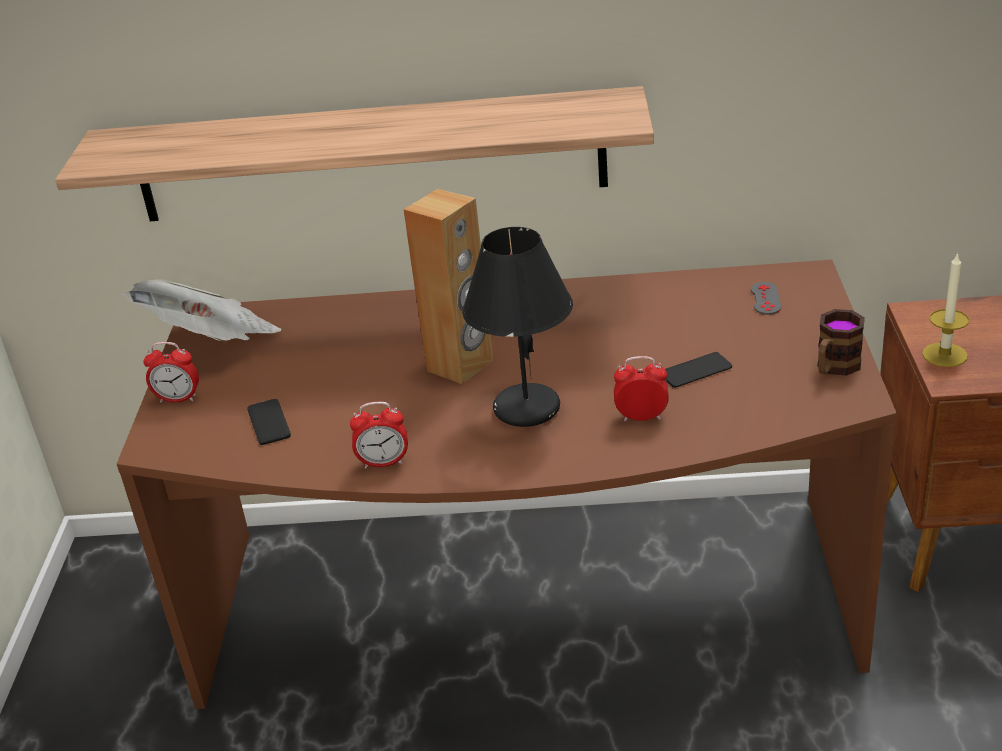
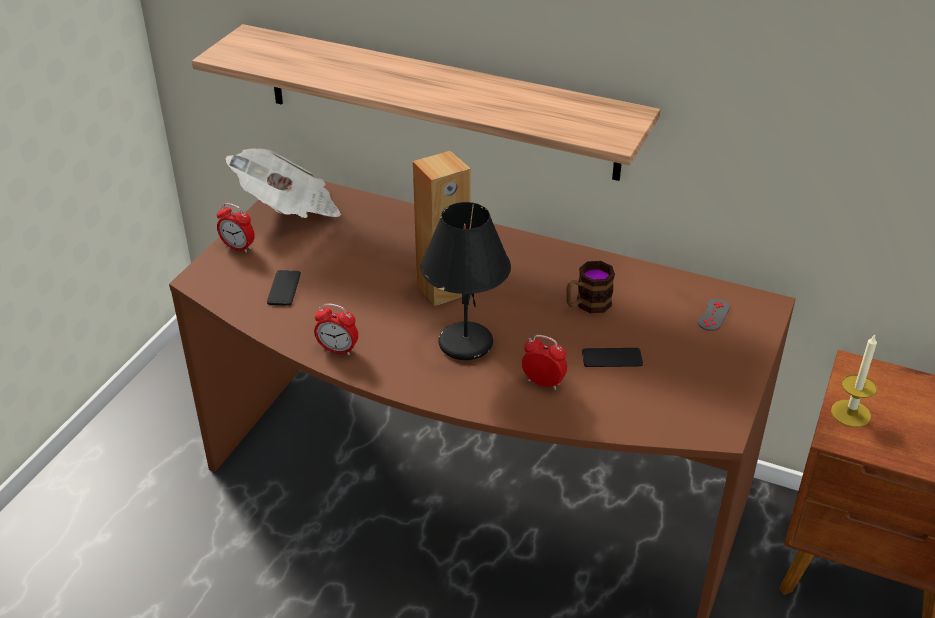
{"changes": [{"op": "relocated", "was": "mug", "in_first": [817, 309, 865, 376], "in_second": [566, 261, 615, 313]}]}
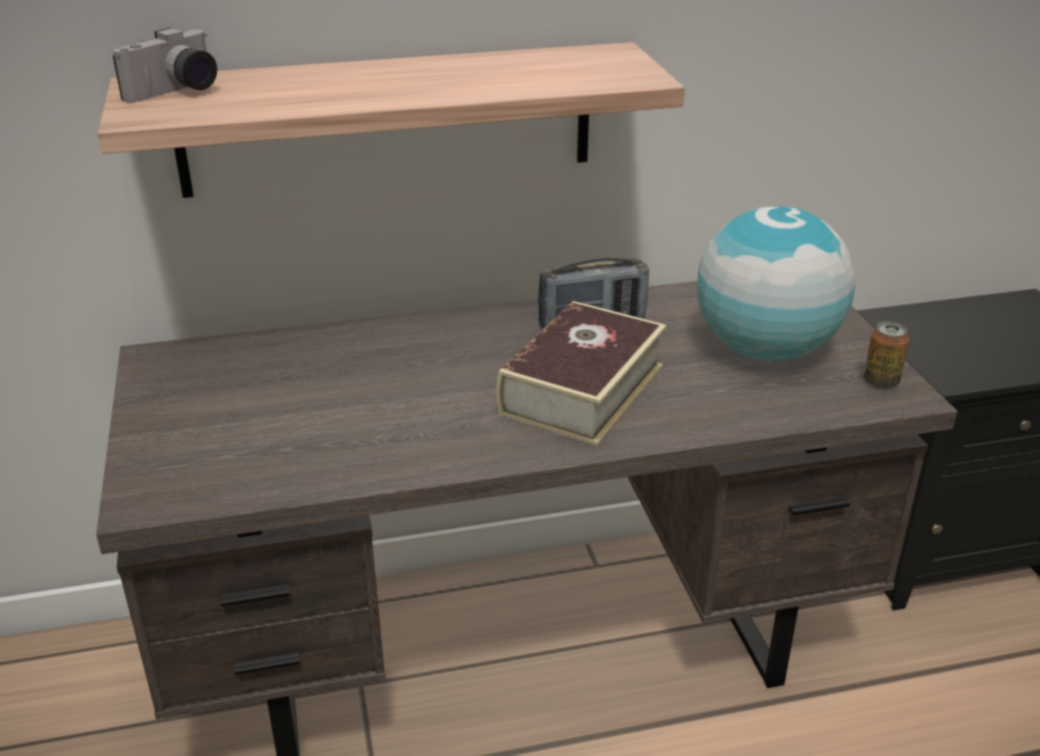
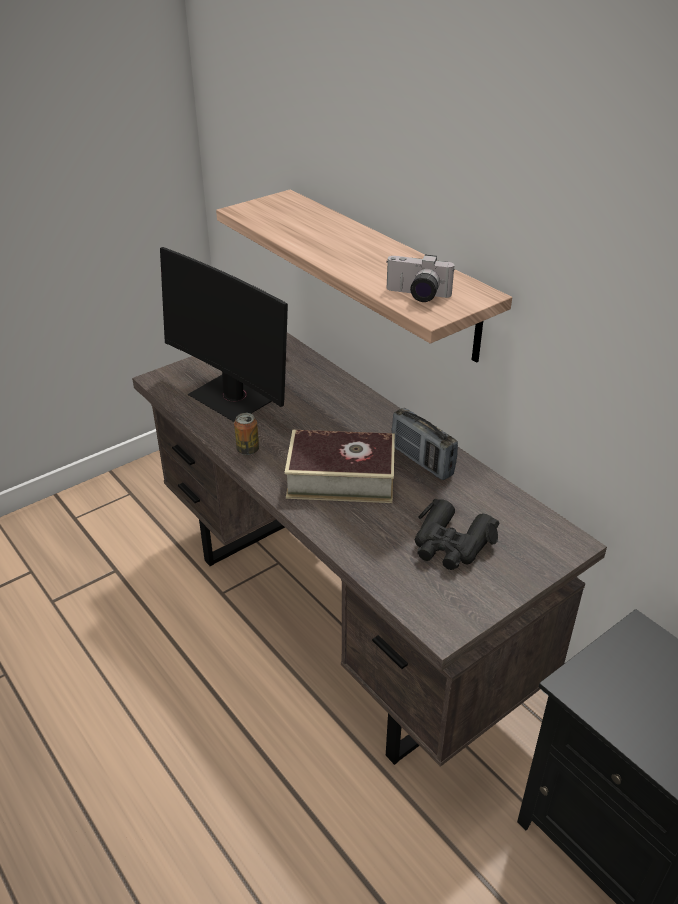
{"changes": [{"op": "appeared", "now": "monitor", "in_second": [160, 247, 288, 422]}, {"op": "relocated", "was": "can", "in_first": [864, 321, 909, 389], "in_second": [234, 413, 259, 455]}, {"op": "relocated", "was": "photo camera", "in_first": [113, 28, 217, 103], "in_second": [386, 255, 455, 302]}, {"op": "exchanged", "was": "globe", "now": "binoculars in black", "in_first": [697, 206, 855, 361], "in_second": [415, 499, 499, 570]}]}
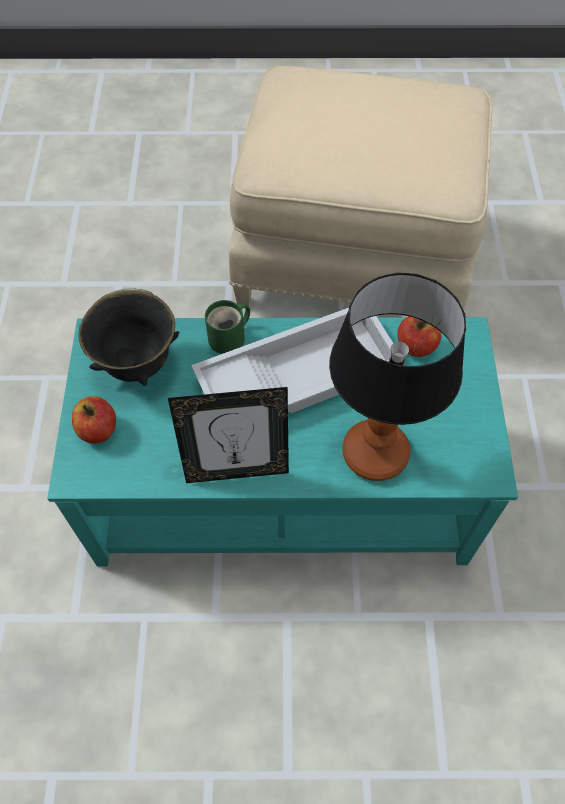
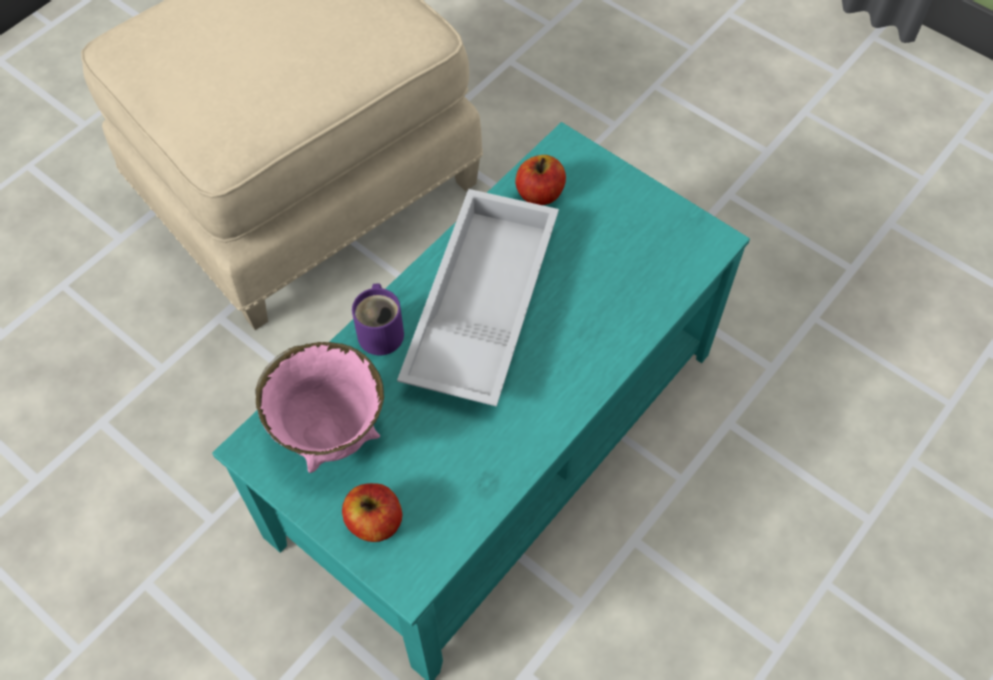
{"changes": [{"op": "colour", "was": "bowl in black", "now": "bowl in pink", "in_first": [79, 289, 180, 386], "in_second": [255, 342, 384, 473]}, {"op": "colour", "was": "mug in green", "now": "mug in purple", "in_first": [205, 300, 250, 354], "in_second": [352, 283, 404, 355]}, {"op": "missing", "was": "picture frame", "in_first": [168, 387, 289, 483]}, {"op": "missing", "was": "table lamp", "in_first": [329, 273, 466, 481]}]}
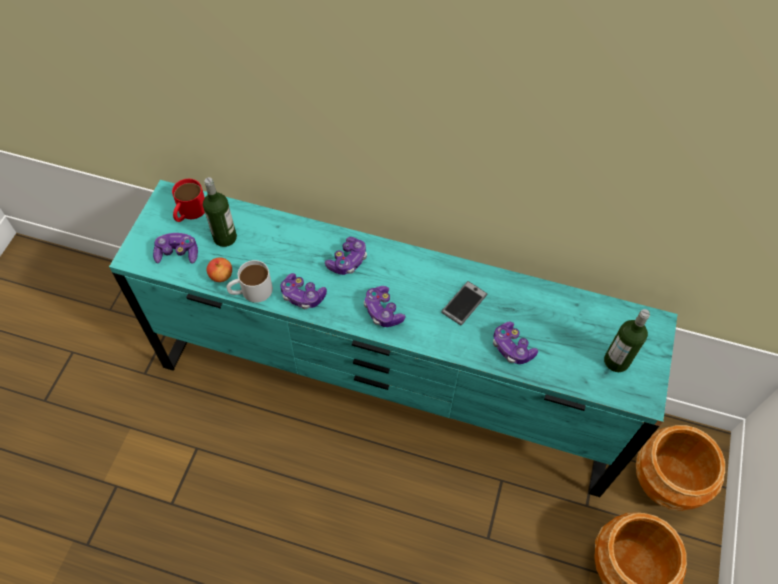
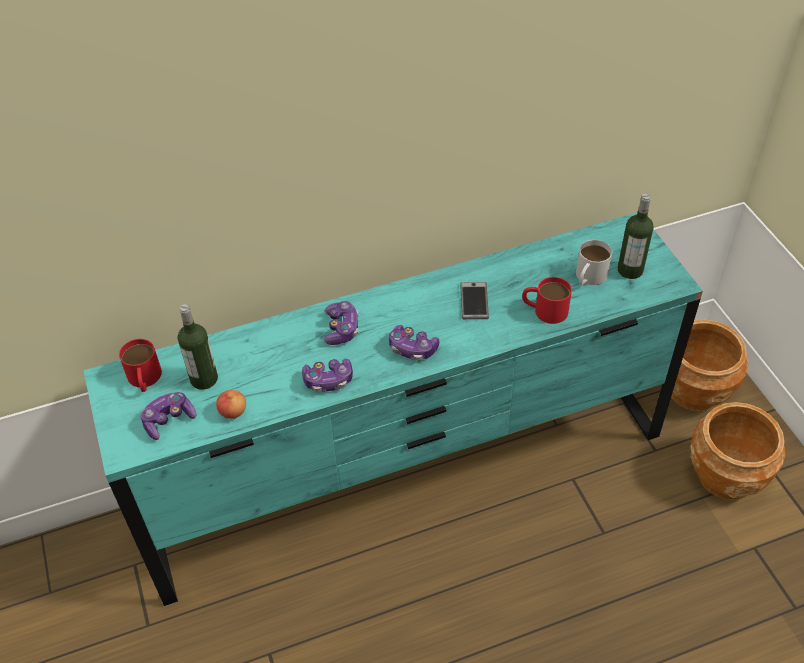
{"changes": [{"op": "exchanged", "was": "game controller", "now": "mug in red", "in_first": [493, 322, 538, 364], "in_second": [522, 277, 572, 324]}, {"op": "relocated", "was": "mug in white", "in_first": [226, 260, 273, 303], "in_second": [576, 240, 612, 286]}]}
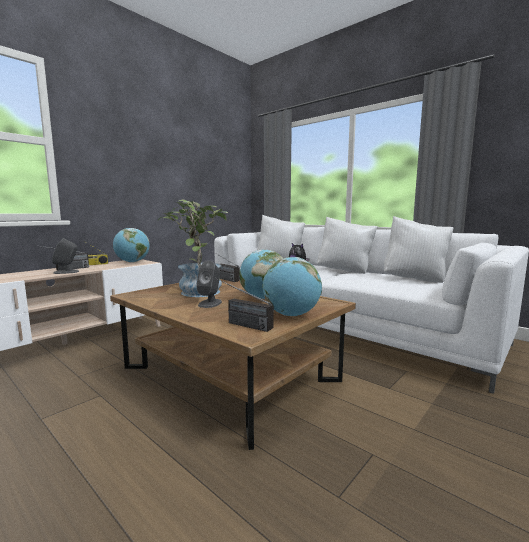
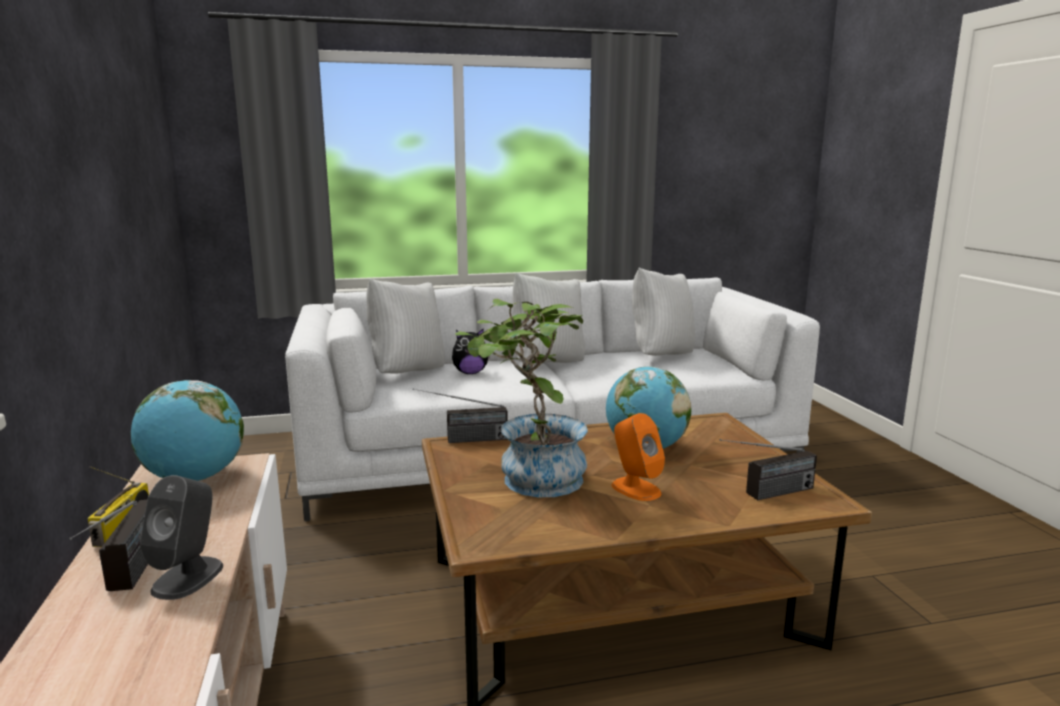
{"changes": [{"op": "colour", "was": "speaker in grey", "now": "speaker in orange", "in_first": [196, 261, 222, 308], "in_second": [612, 413, 665, 501]}, {"op": "missing", "was": "globe", "in_first": [262, 257, 322, 316]}]}
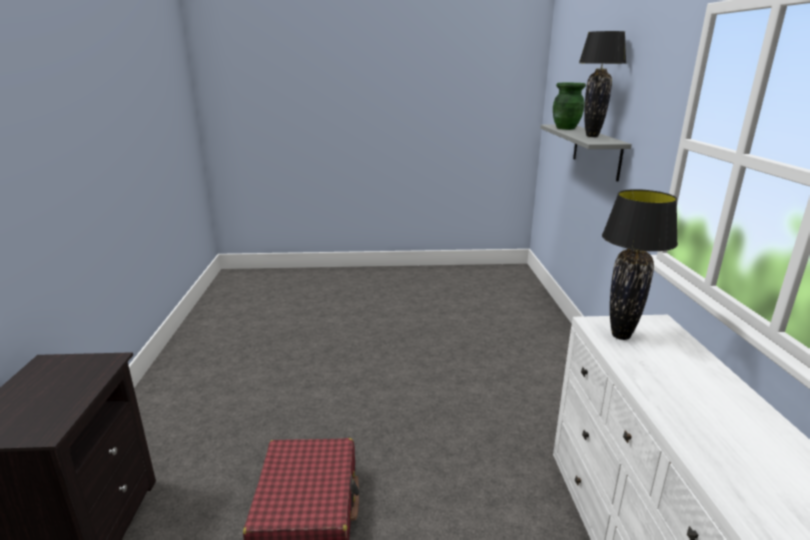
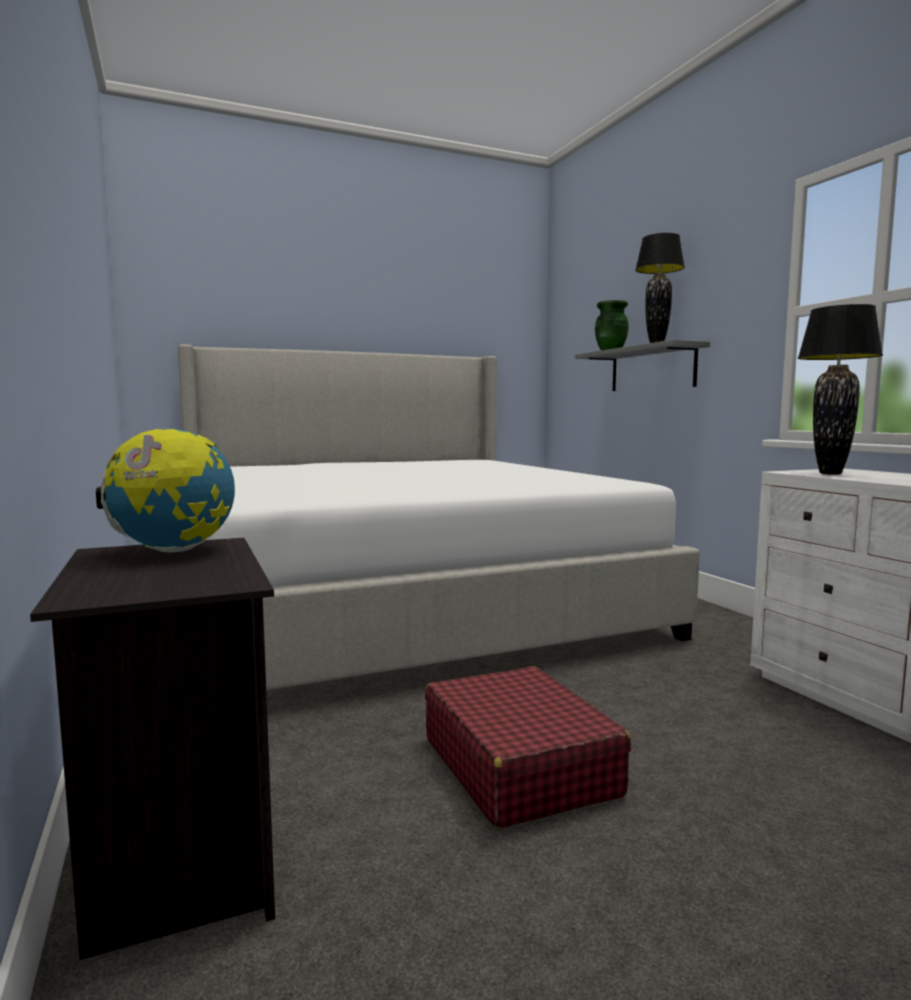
{"changes": [{"op": "appeared", "now": "globe", "in_second": [96, 429, 235, 552]}, {"op": "appeared", "now": "bed", "in_second": [178, 344, 700, 690]}]}
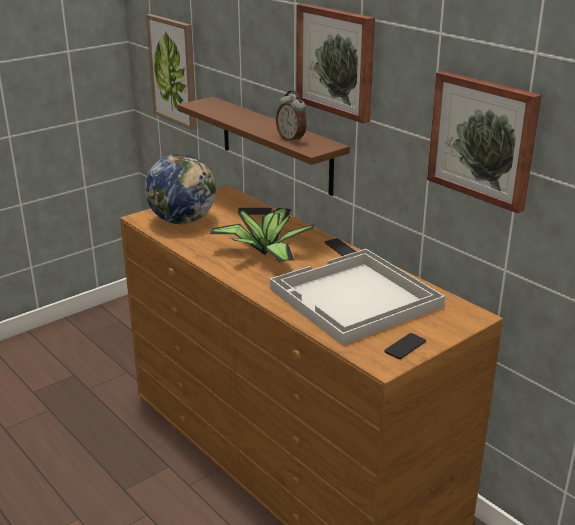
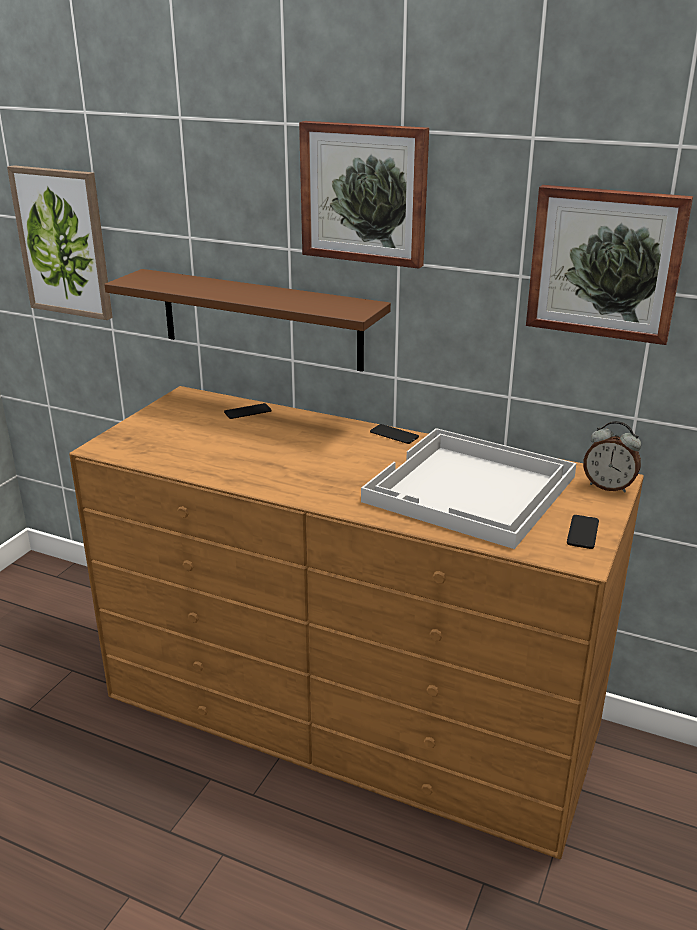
{"changes": [{"op": "relocated", "was": "alarm clock", "in_first": [276, 90, 307, 143], "in_second": [583, 421, 641, 493]}, {"op": "missing", "was": "globe", "in_first": [145, 154, 216, 224]}, {"op": "missing", "was": "potted plant", "in_first": [210, 208, 314, 263]}]}
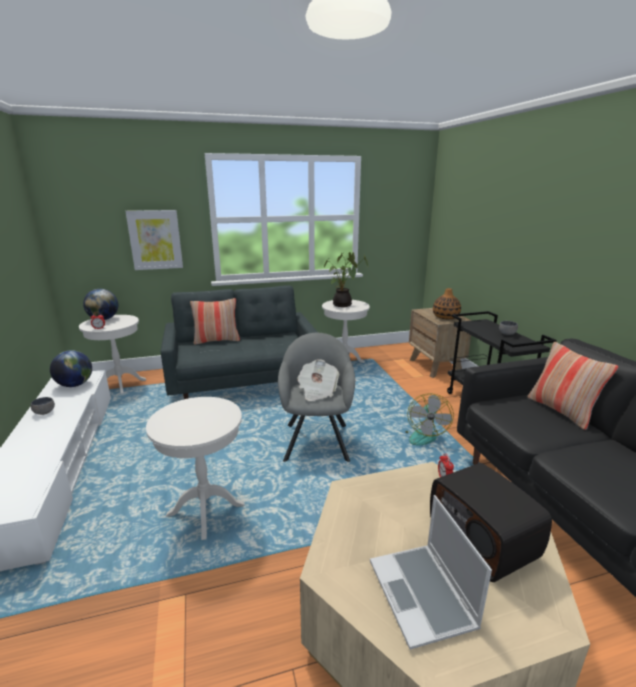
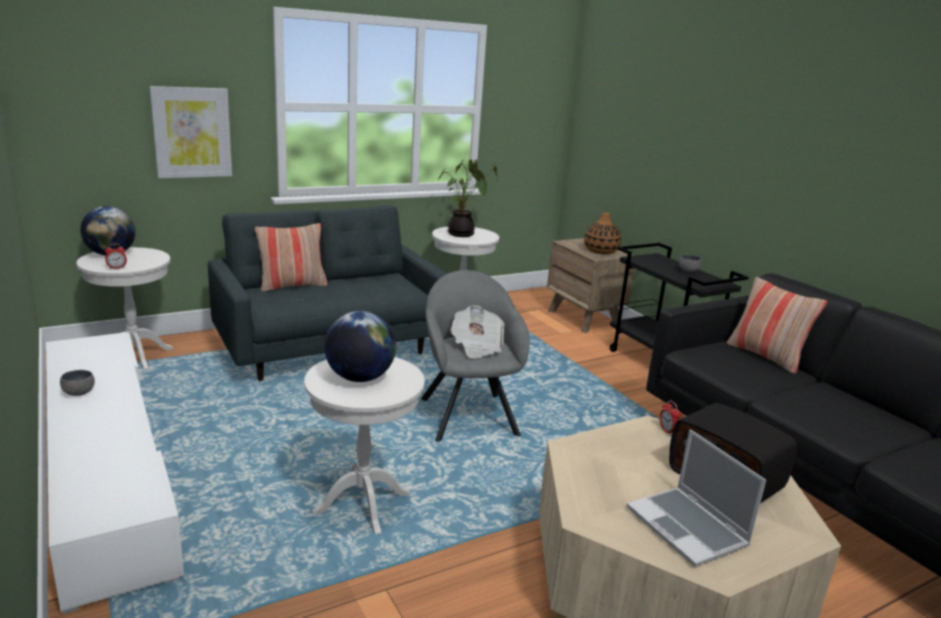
{"changes": [{"op": "relocated", "was": "globe", "in_first": [50, 350, 92, 387], "in_second": [324, 311, 396, 382]}, {"op": "missing", "was": "fan", "in_first": [405, 393, 454, 446]}]}
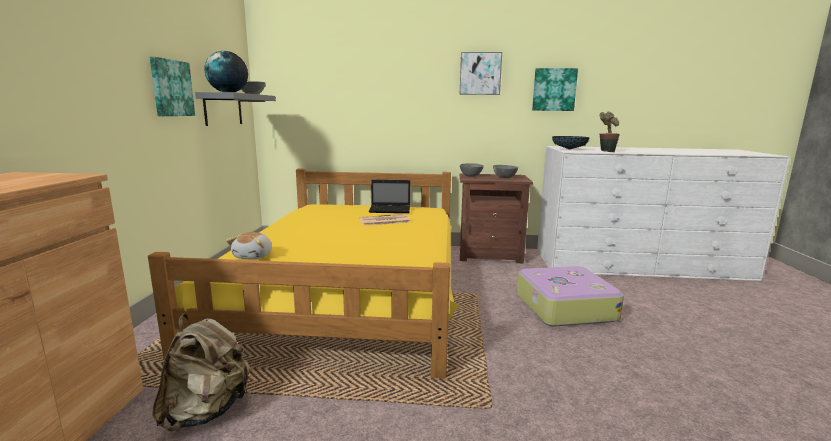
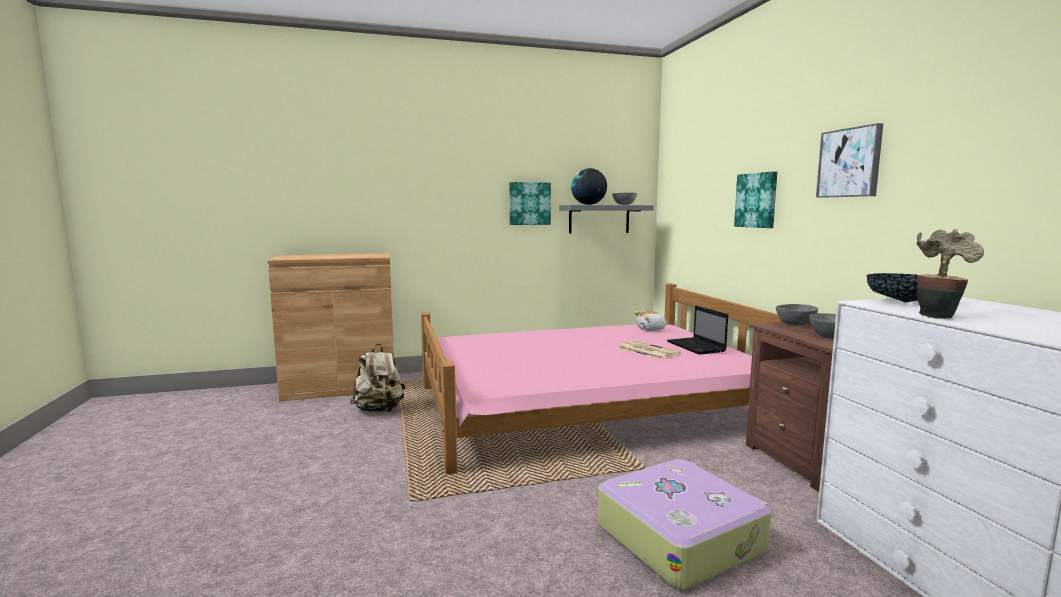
{"changes": [{"op": "colour", "was": "bed in yellow", "now": "bed in pink", "in_first": [148, 169, 459, 379], "in_second": [421, 283, 783, 474]}, {"op": "relocated", "was": "plush toy", "in_first": [226, 232, 272, 260], "in_second": [634, 310, 668, 331]}, {"op": "relocated", "was": "picture", "in_first": [532, 68, 578, 111], "in_second": [734, 171, 777, 228]}]}
